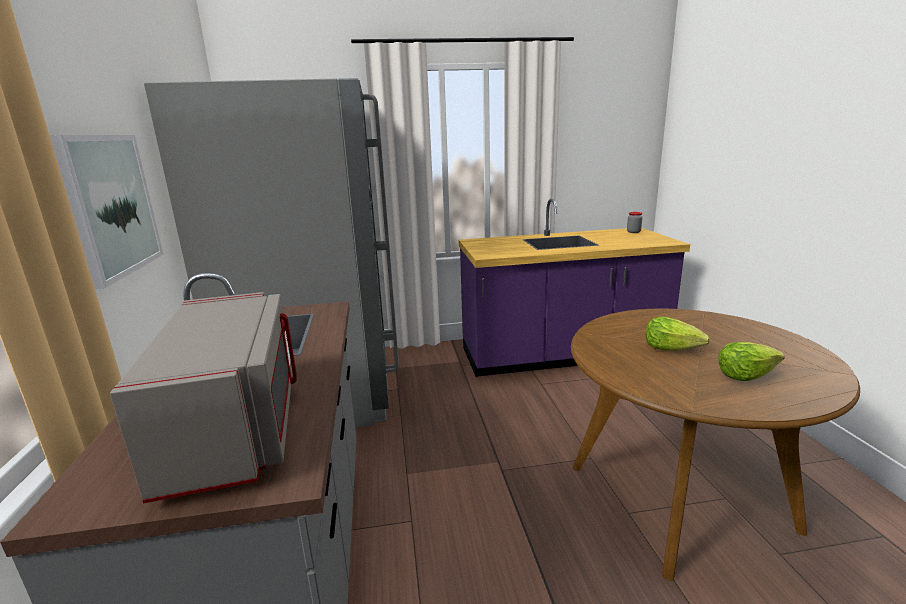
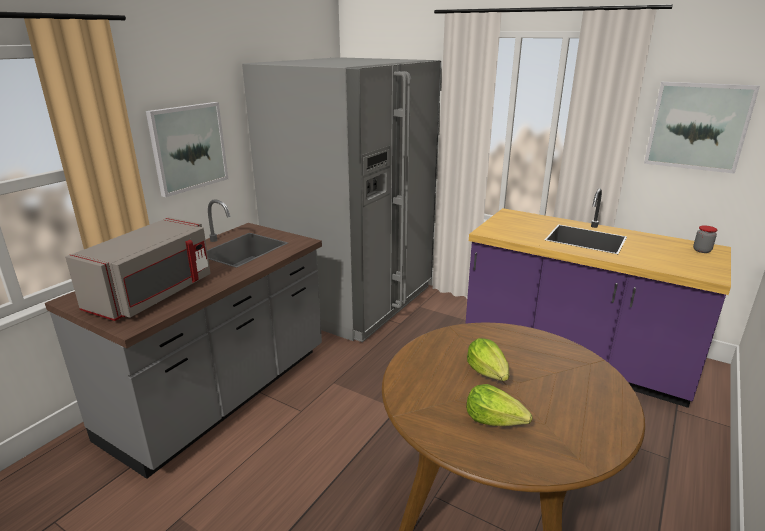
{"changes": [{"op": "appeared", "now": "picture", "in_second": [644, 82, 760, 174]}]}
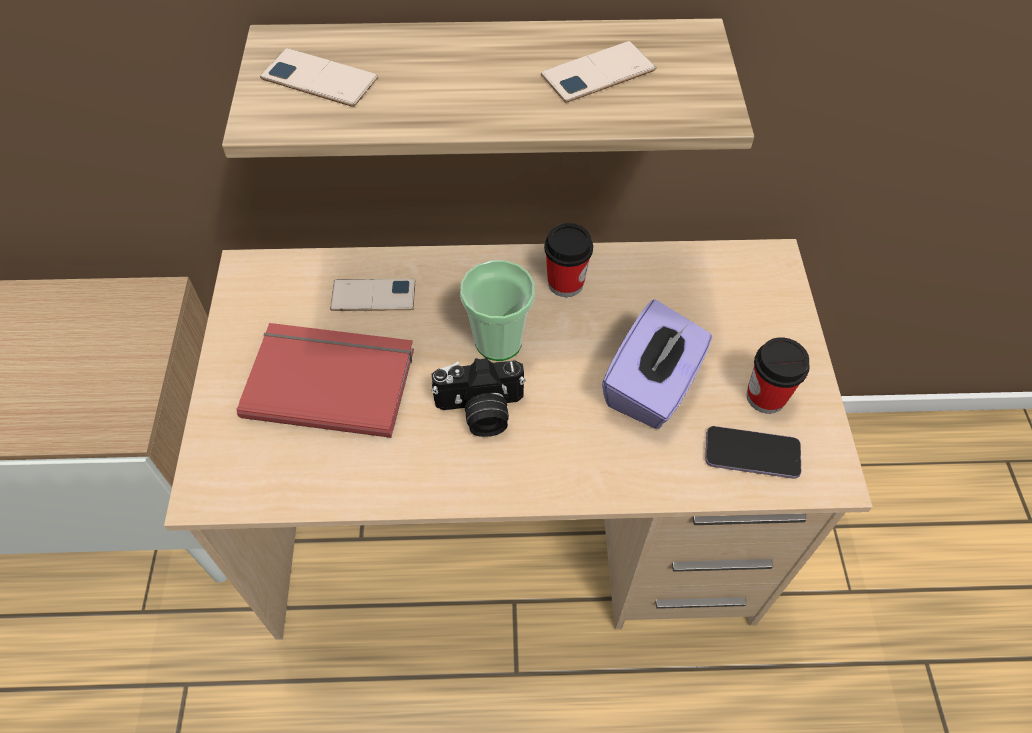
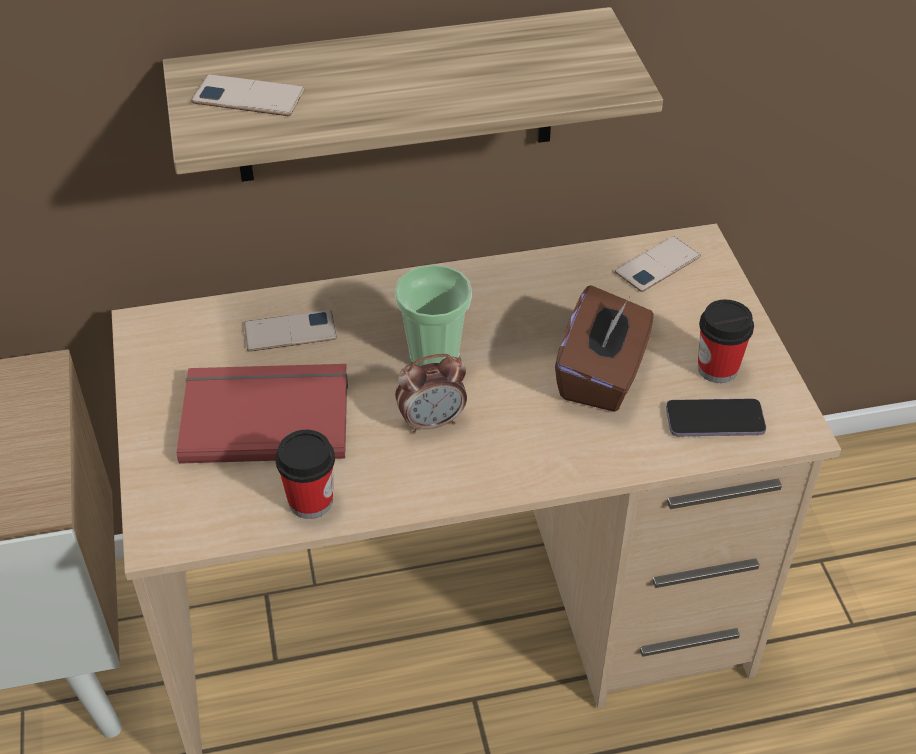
{"changes": [{"op": "relocated", "was": "cup", "in_first": [544, 223, 593, 297], "in_second": [275, 430, 335, 519]}, {"op": "exchanged", "was": "photo camera", "now": "alarm clock", "in_first": [431, 357, 526, 437], "in_second": [395, 354, 467, 434]}, {"op": "colour", "was": "tissue box in purple", "now": "tissue box in brown", "in_first": [602, 299, 712, 429], "in_second": [555, 285, 654, 412]}, {"op": "relocated", "was": "phone", "in_first": [541, 41, 656, 102], "in_second": [615, 236, 701, 292]}]}
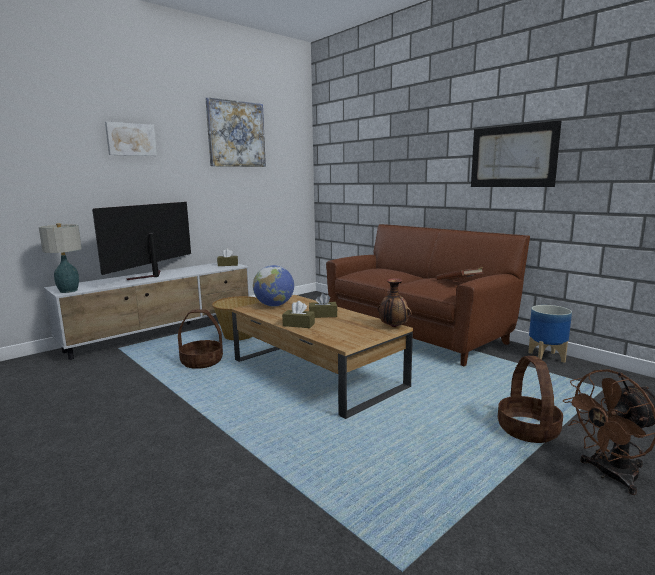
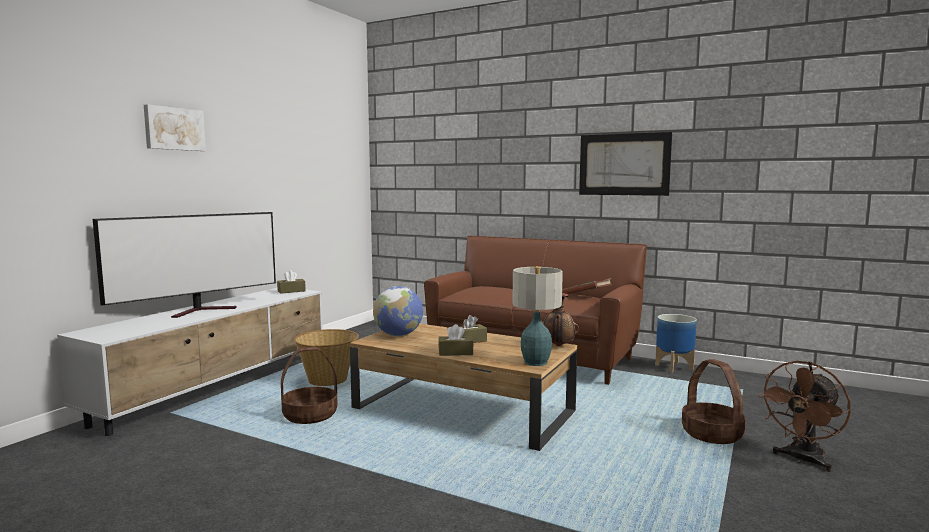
{"changes": [{"op": "spun", "was": "television", "in_first": [92, 202, 191, 280], "in_second": [93, 212, 276, 318], "clockwise": -135}, {"op": "relocated", "was": "table lamp", "in_first": [39, 223, 82, 293], "in_second": [512, 266, 563, 366]}, {"op": "missing", "was": "picture", "in_first": [205, 97, 266, 167]}]}
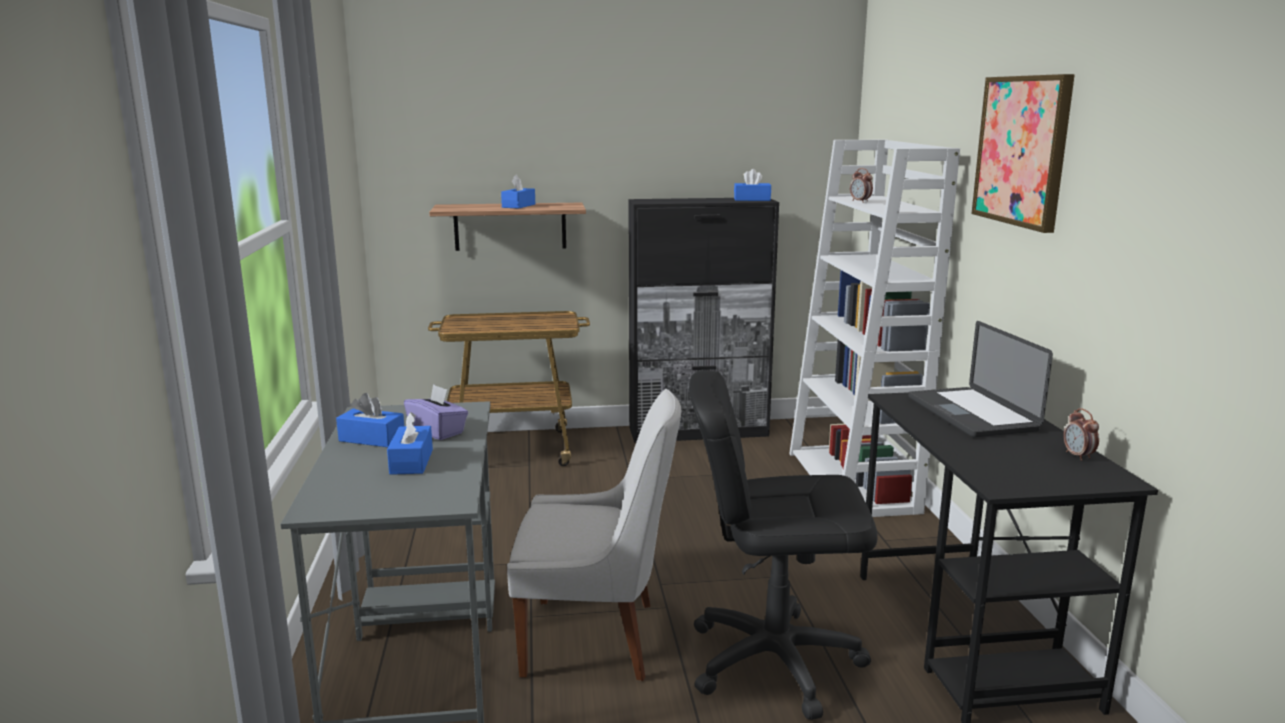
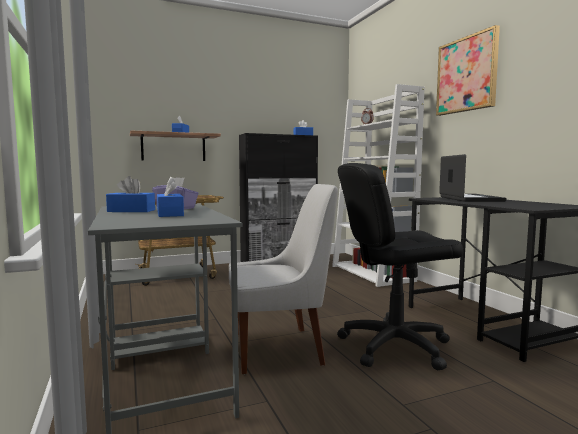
{"changes": [{"op": "spun", "was": "laptop", "in_first": [909, 321, 1053, 437], "in_second": [439, 154, 507, 202], "clockwise": -150}, {"op": "missing", "was": "alarm clock", "in_first": [1063, 408, 1099, 461]}]}
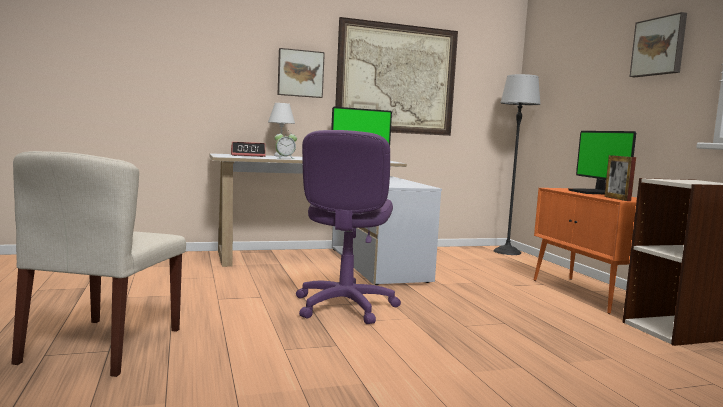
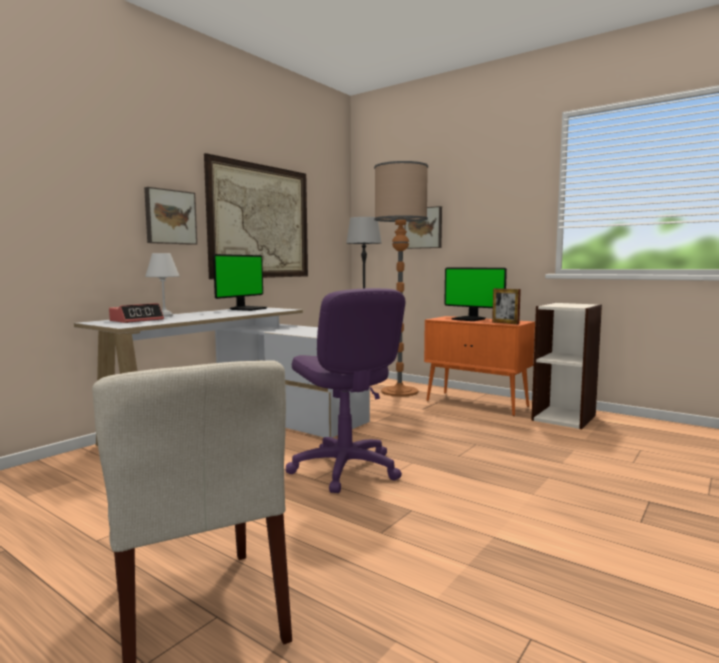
{"changes": [{"op": "appeared", "now": "floor lamp", "in_second": [374, 161, 428, 397]}, {"op": "relocated", "was": "picture", "in_first": [630, 12, 687, 77], "in_second": [404, 206, 442, 249]}, {"op": "missing", "was": "alarm clock", "in_first": [274, 130, 297, 159]}]}
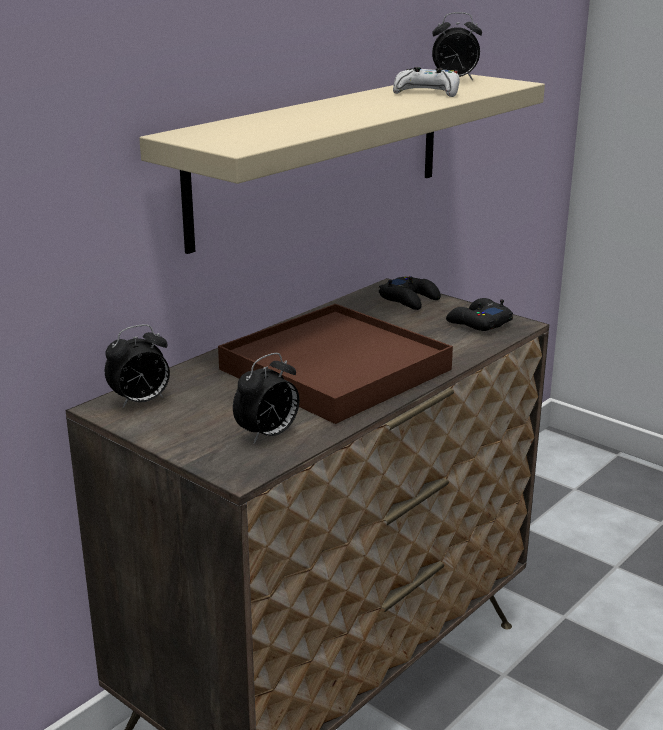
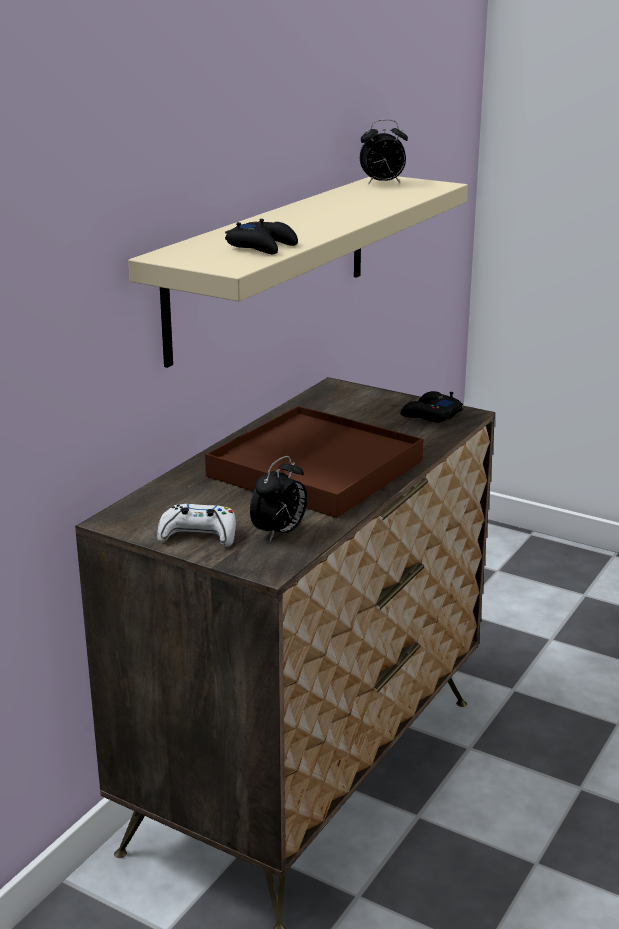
{"changes": [{"op": "relocated", "was": "game controller in white", "in_first": [393, 67, 460, 97], "in_second": [157, 504, 236, 547]}, {"op": "relocated", "was": "game controller in black", "in_first": [379, 276, 441, 310], "in_second": [225, 219, 298, 254]}, {"op": "missing", "was": "alarm clock", "in_first": [105, 324, 170, 408]}]}
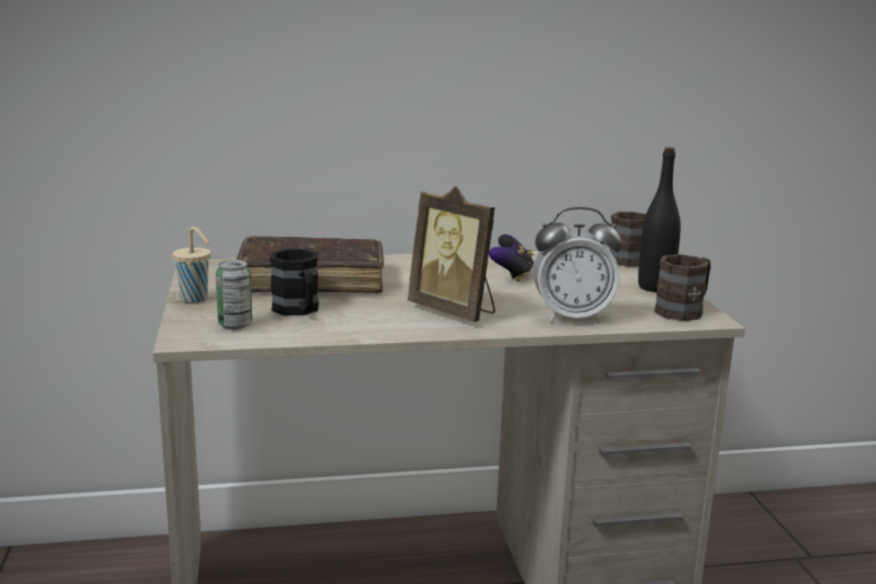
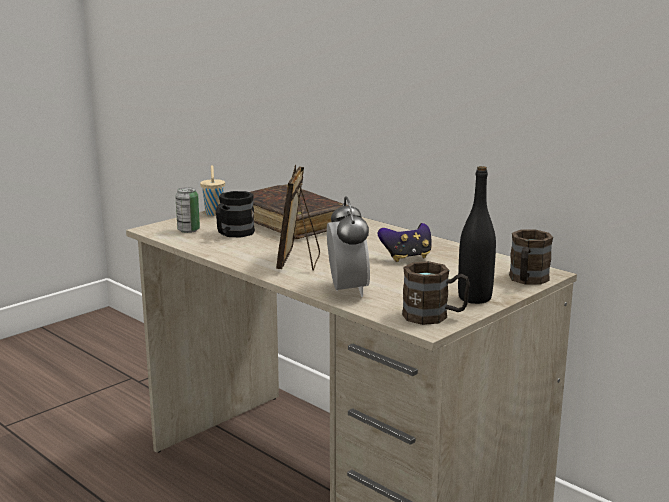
{"changes": [{"op": "spun", "was": "alarm clock", "in_first": [533, 207, 622, 323], "in_second": [327, 196, 370, 297], "clockwise": -150}]}
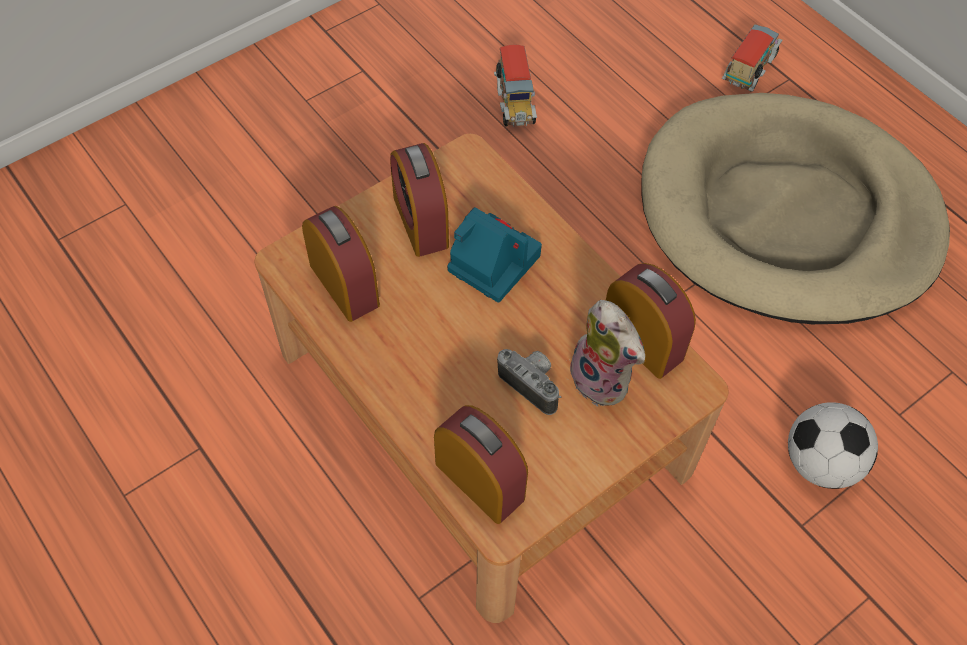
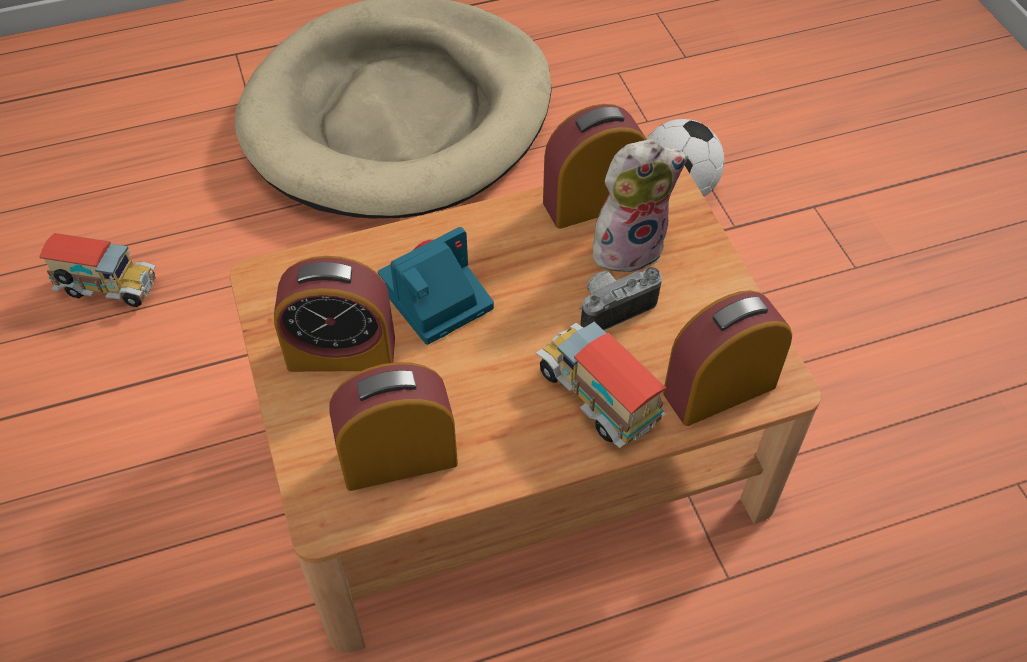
{"changes": [{"op": "relocated", "was": "toy truck", "in_first": [722, 24, 783, 92], "in_second": [535, 321, 666, 448]}]}
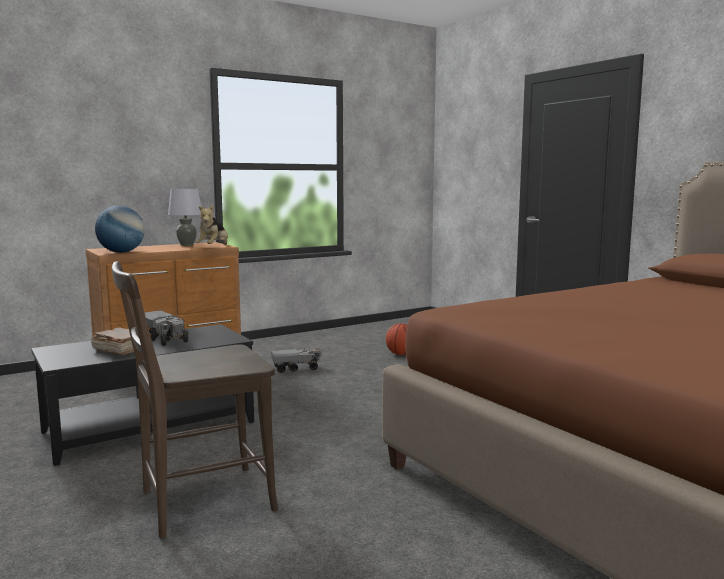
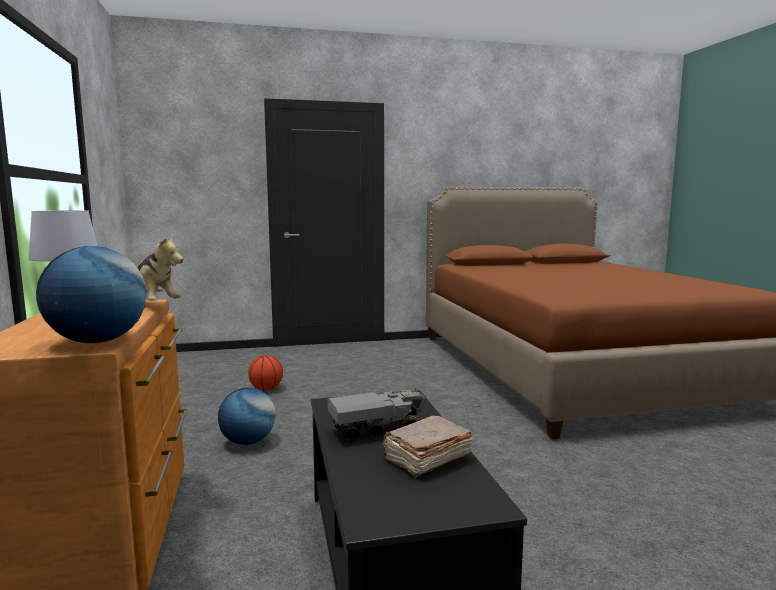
{"changes": [{"op": "exchanged", "was": "toy truck", "now": "globe", "in_first": [271, 349, 322, 373], "in_second": [218, 388, 275, 445]}, {"op": "missing", "was": "chair in brown", "in_first": [112, 261, 279, 538]}]}
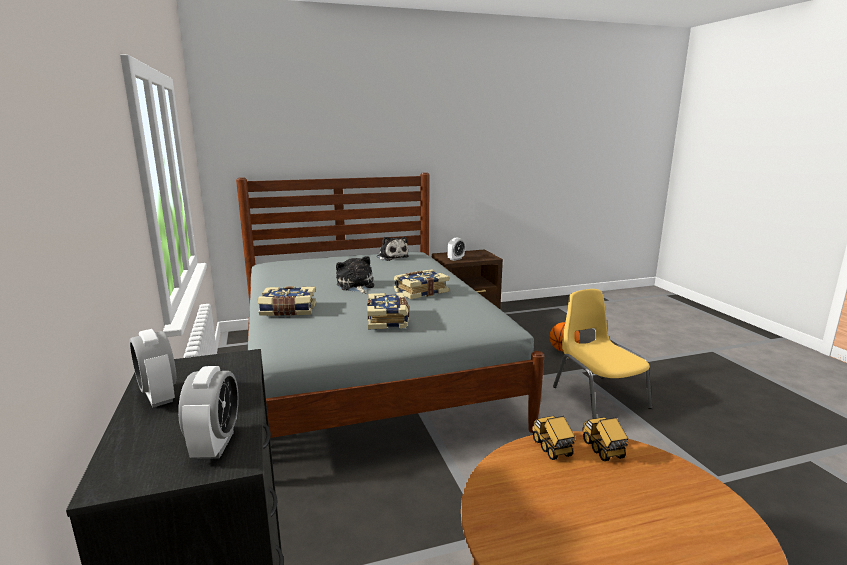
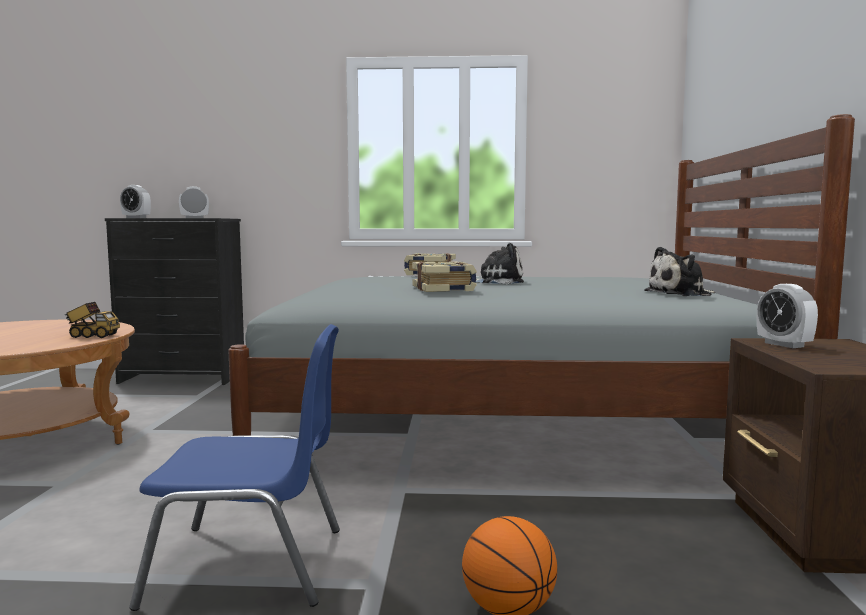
{"changes": [{"op": "colour", "was": "chair in yellow", "now": "chair in blue", "in_first": [553, 289, 652, 419], "in_second": [129, 324, 340, 611]}, {"op": "missing", "was": "book", "in_first": [367, 293, 409, 329]}, {"op": "missing", "was": "toy truck", "in_first": [582, 417, 629, 461]}]}
